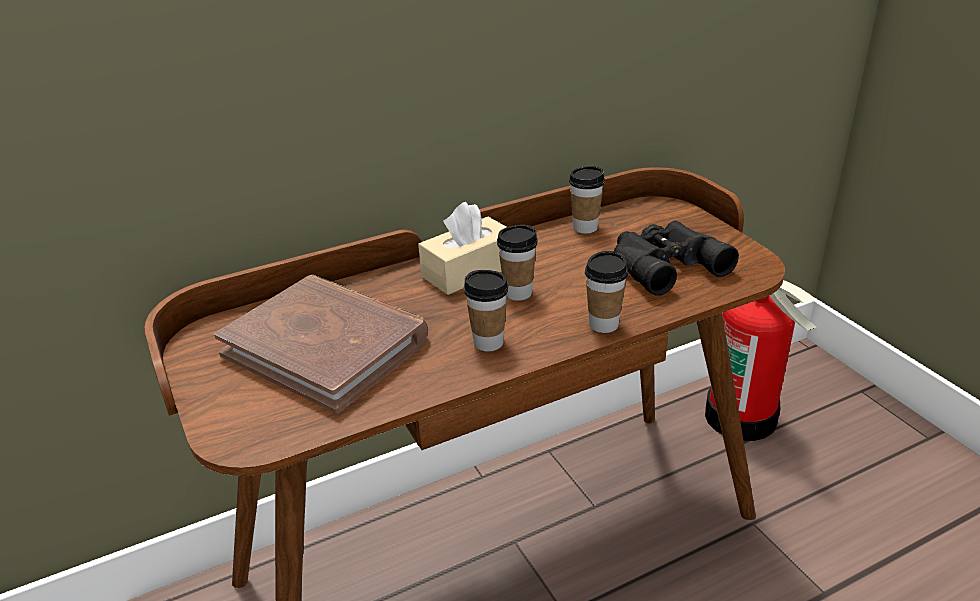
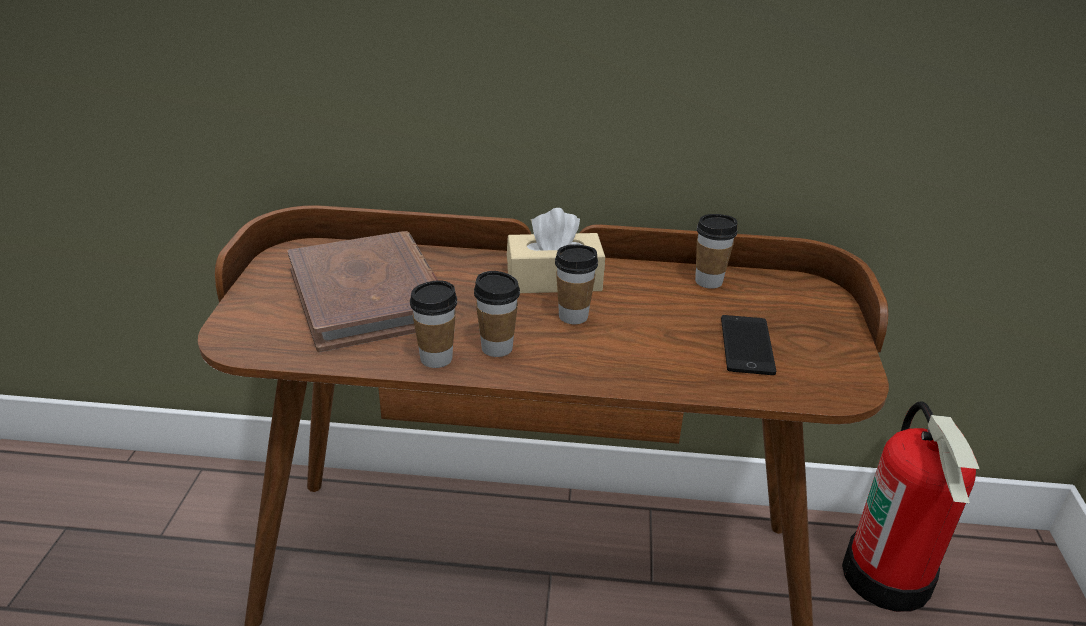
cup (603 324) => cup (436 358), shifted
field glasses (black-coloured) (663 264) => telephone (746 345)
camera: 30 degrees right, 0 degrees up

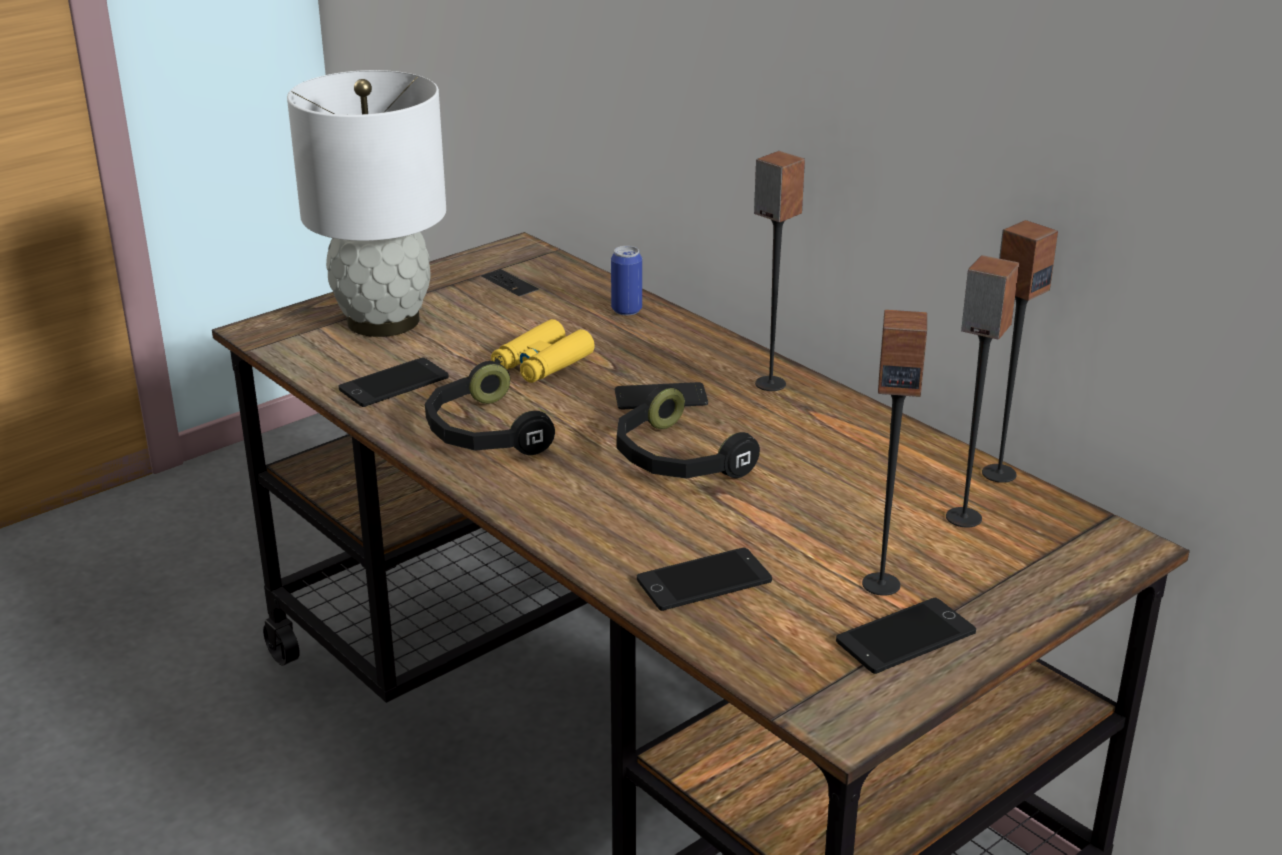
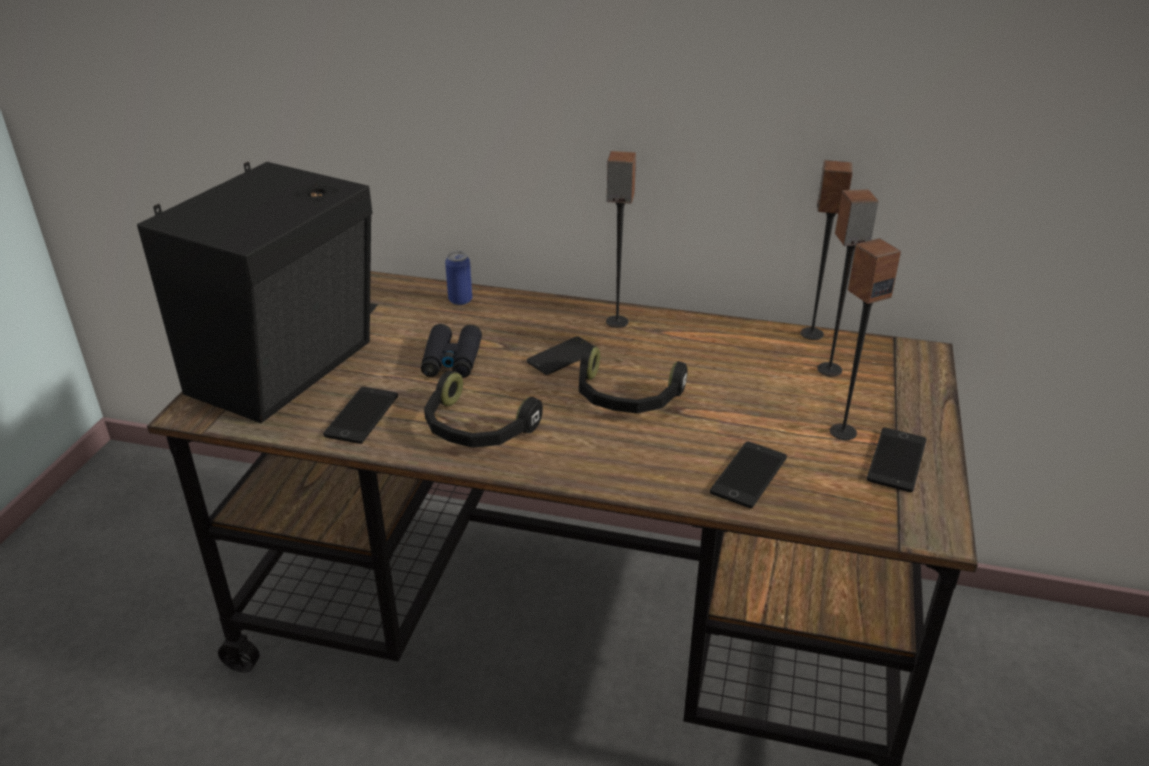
tabletop lamp (white-coloured) (383 321) => speaker (black-coloured) (290 368)
field glasses (yellowish) (542 363) => field glasses (black-coloured) (452 360)
camera: 35 degrees left, 5 degrees up

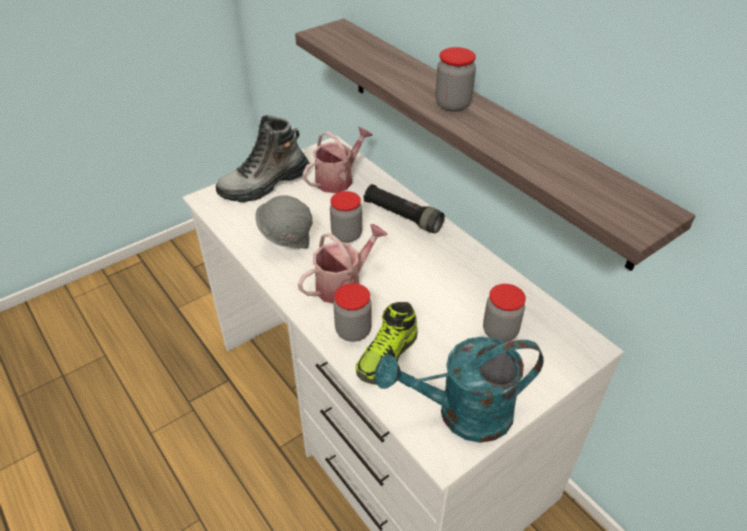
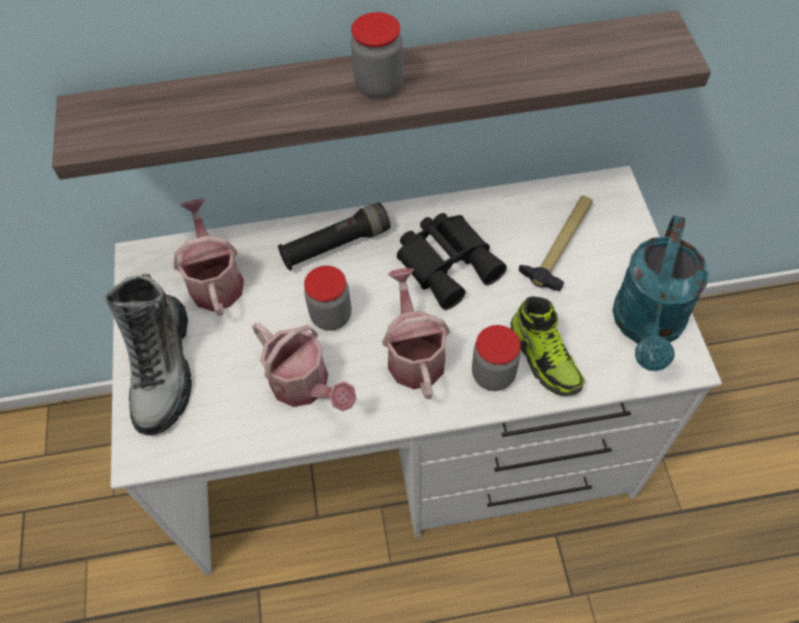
work helmet (grey) (288 243) => watering can (306 386)
nothing => field glasses (black-coloured) (449 262)
preserve jar (500 331) => hand hammer (561 244)
camera: 60 degrees left, 15 degrees up

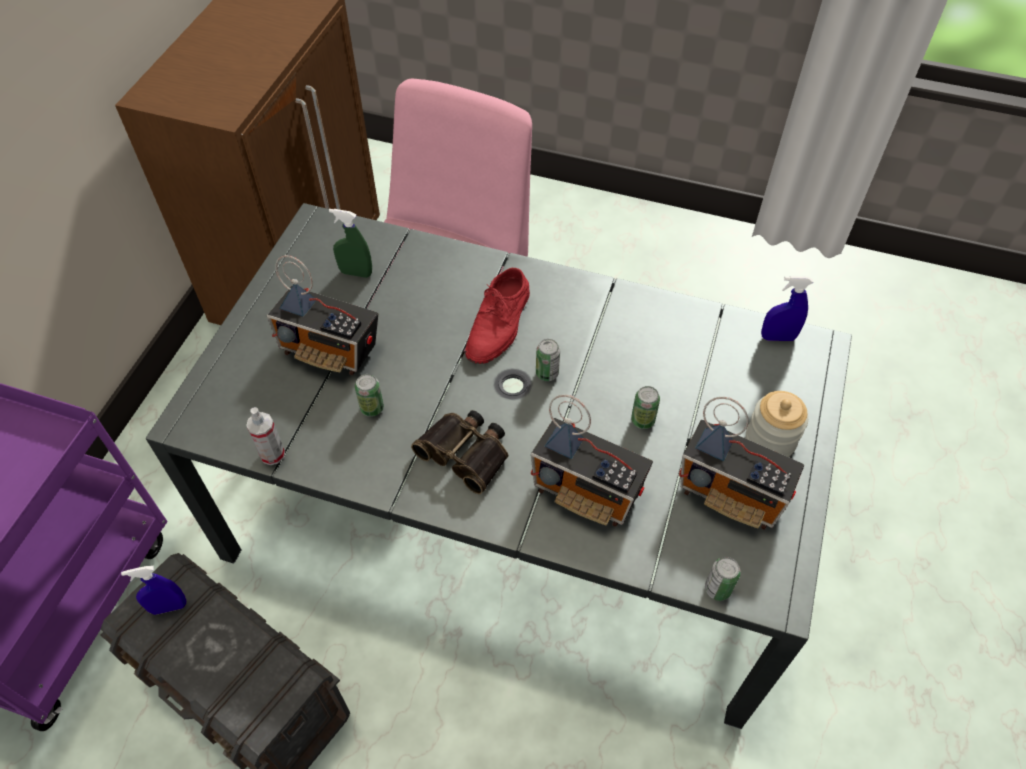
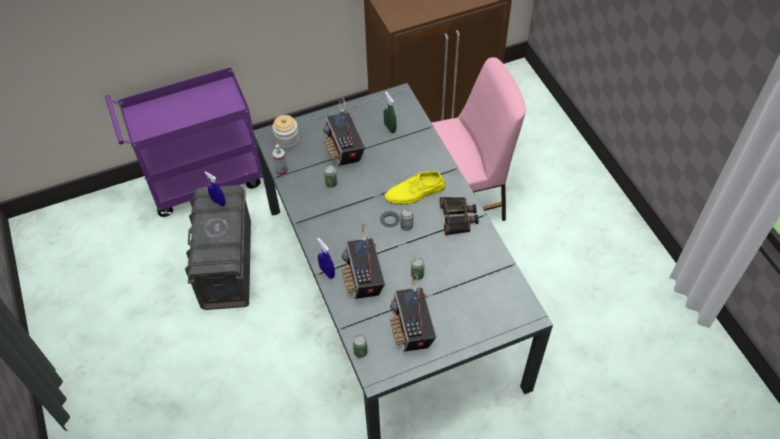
preserve jar (770 440) => preserve jar (287 140), shifted
hand sprayer (bluish) (778 337) => hand sprayer (bluish) (327 272), shifted
low shoe (red) (499 324) => low shoe (yellowish) (415 193)
field glasses (466 452) => field glasses (458 218), shifted
camera: 50 degrees right, 0 degrees up

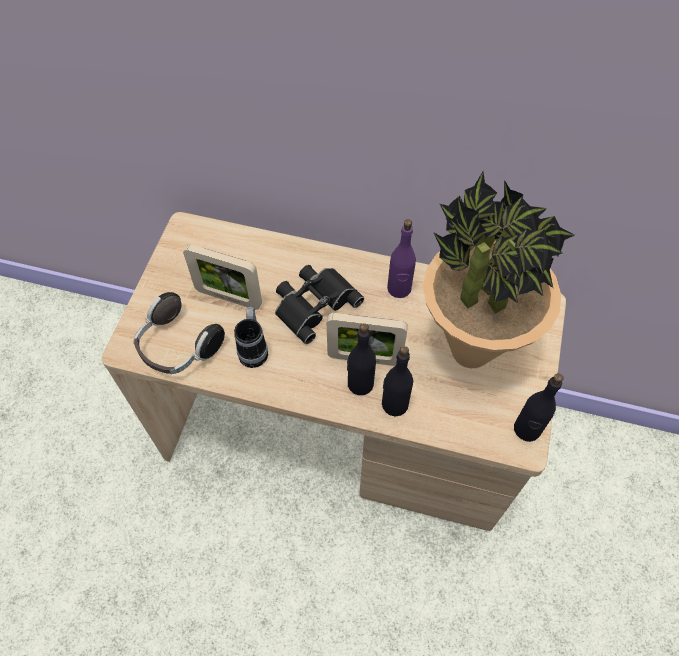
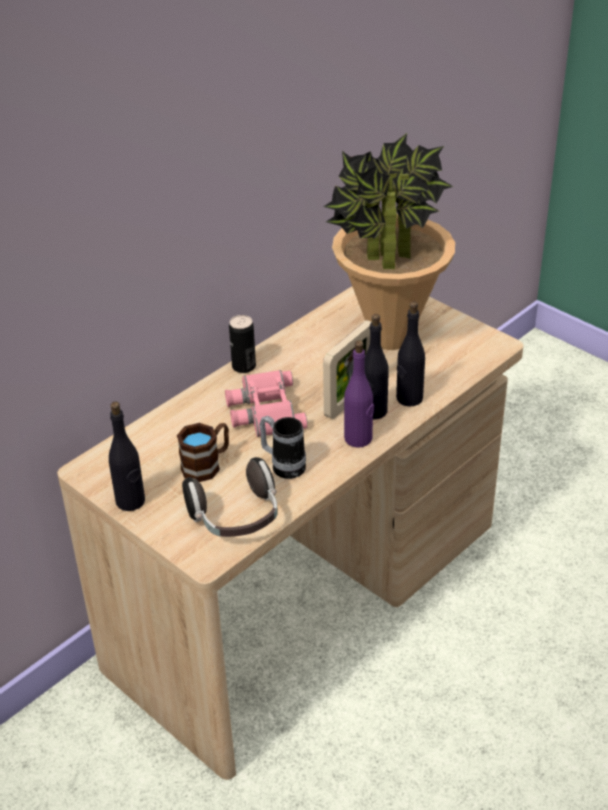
bottle (black-coloured) (527 429) => bottle (black-coloured) (130 501), shifted
picture frame (229 298) => mug (brown) (207 464)
field glasses (black-coloured) (314 303) => field glasses (pink) (263 410)
nothing => can (244 366)
bottle (purple-coloured) (399 288) => bottle (purple-coloured) (358 439), shifted
camera: 60 degrees left, 20 degrees down

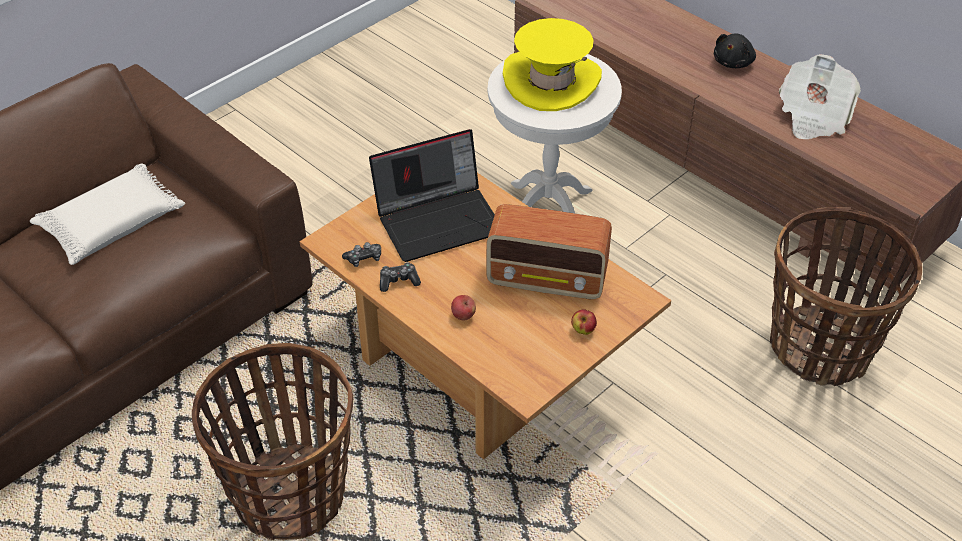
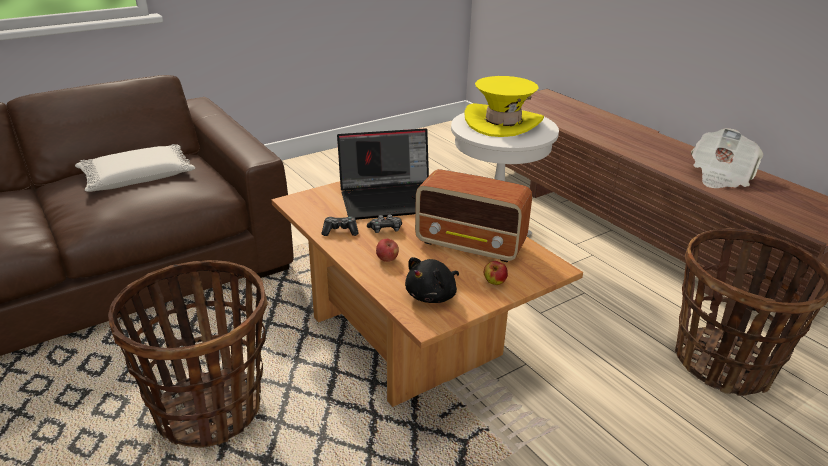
gamepad (364 258) => gamepad (385 229), shifted
cuddly toy (black-coloured) (733 62) => cuddly toy (black-coloured) (433 296), shifted
camera: 10 degrees right, 15 degrees down

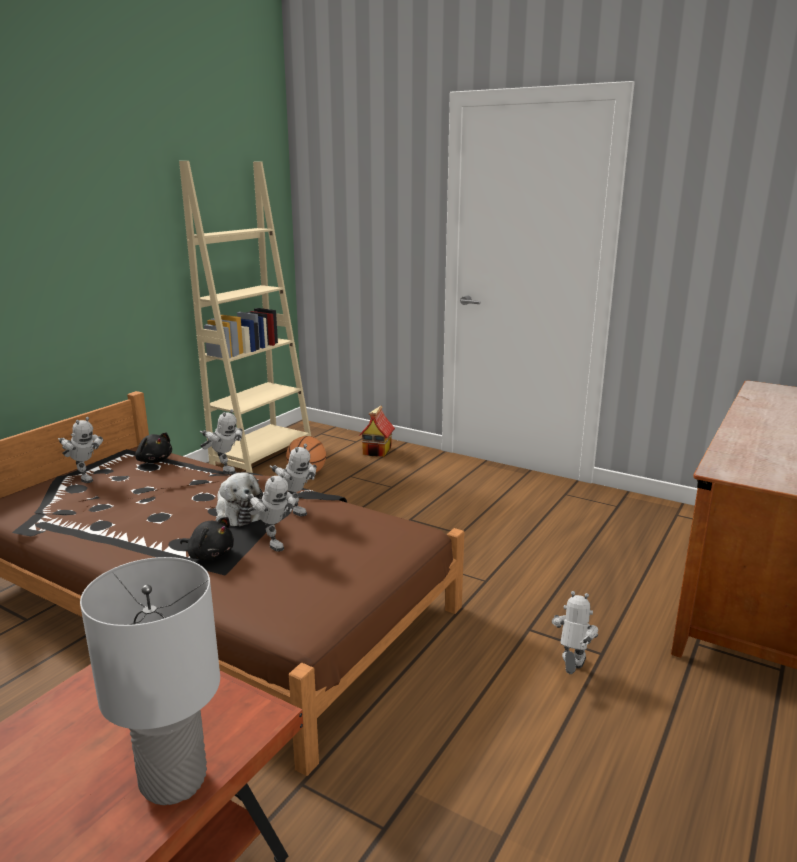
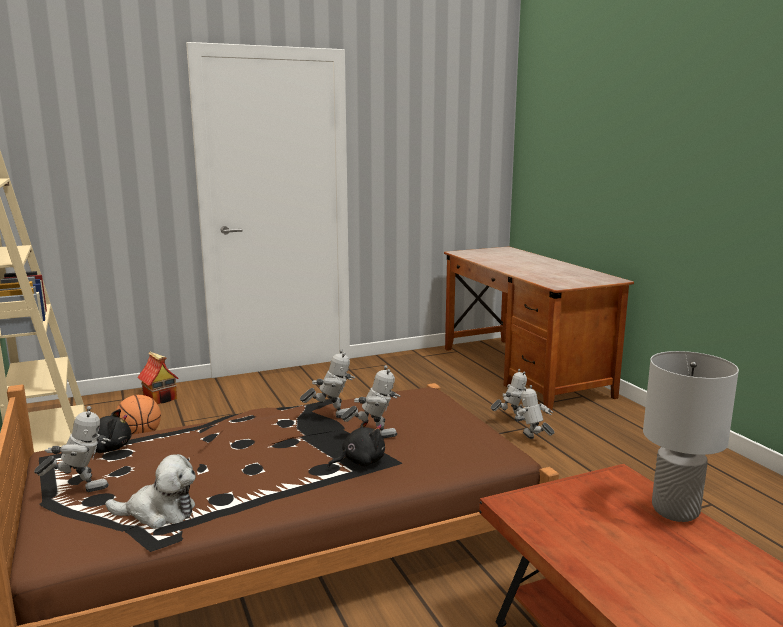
cuddly toy (236 514) => cuddly toy (159 513), shifted
toy robot (224 469) => toy robot (510 420), shifted
camera: 55 degrees left, 5 degrees down

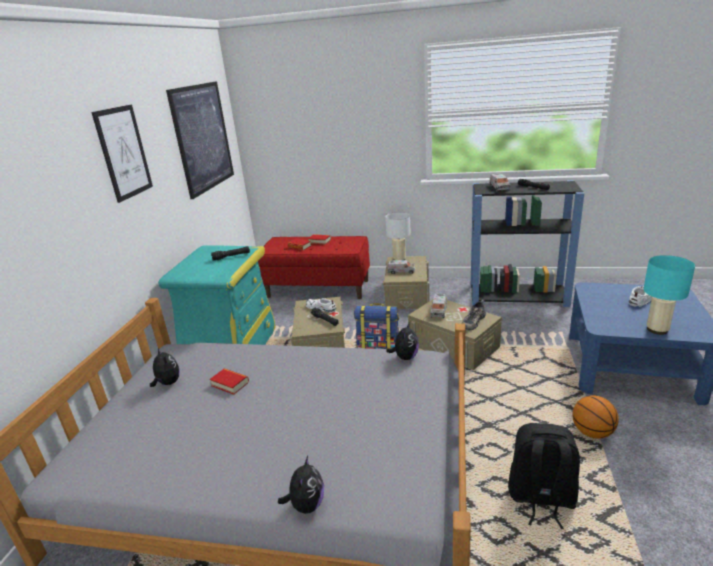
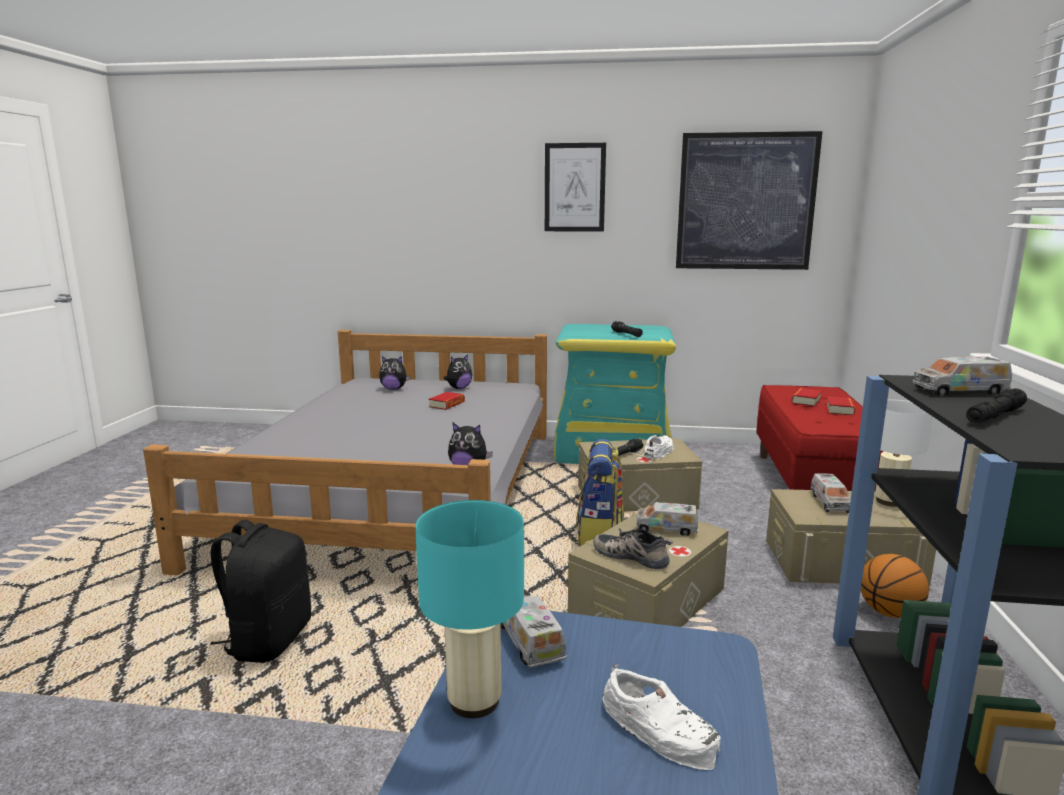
cuddly toy (306 505) => cuddly toy (394 389), shifted
nothing => toy lorry (529 641)
basketball ball (592 432) => basketball ball (889 612), shifted
camera: 85 degrees right, 10 degrees down

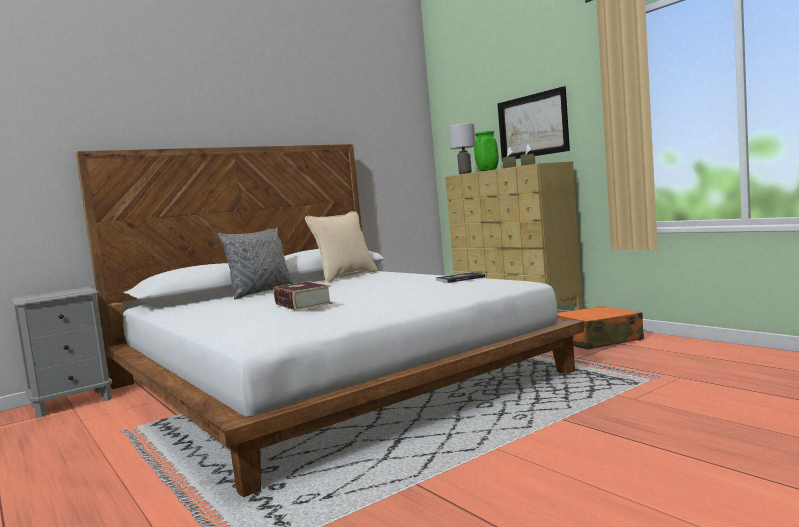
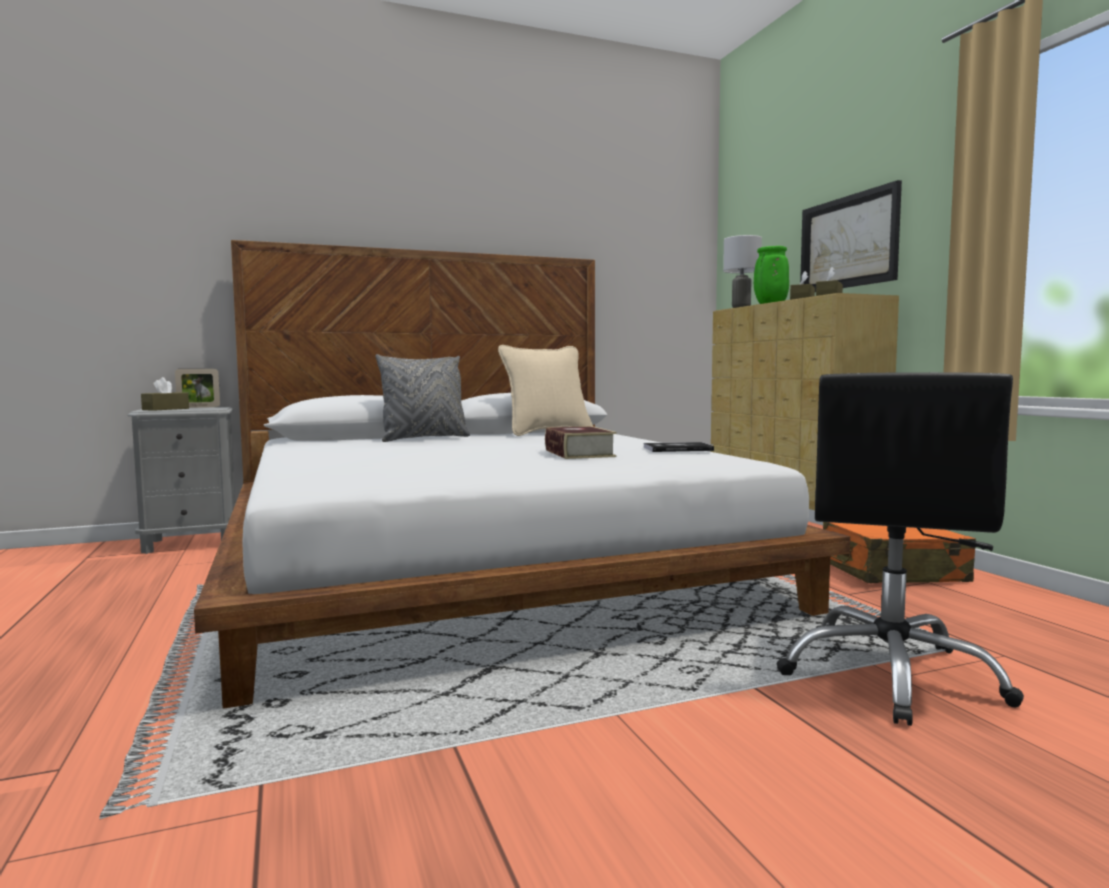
nothing => box of tissues (brown) (165 409)
nothing => picture frame (199 407)
book (303 304) => book (579 453), shifted
nothing => computer chair (black-coloured) (891 675)
camera: 15 degrees right, 0 degrees up

